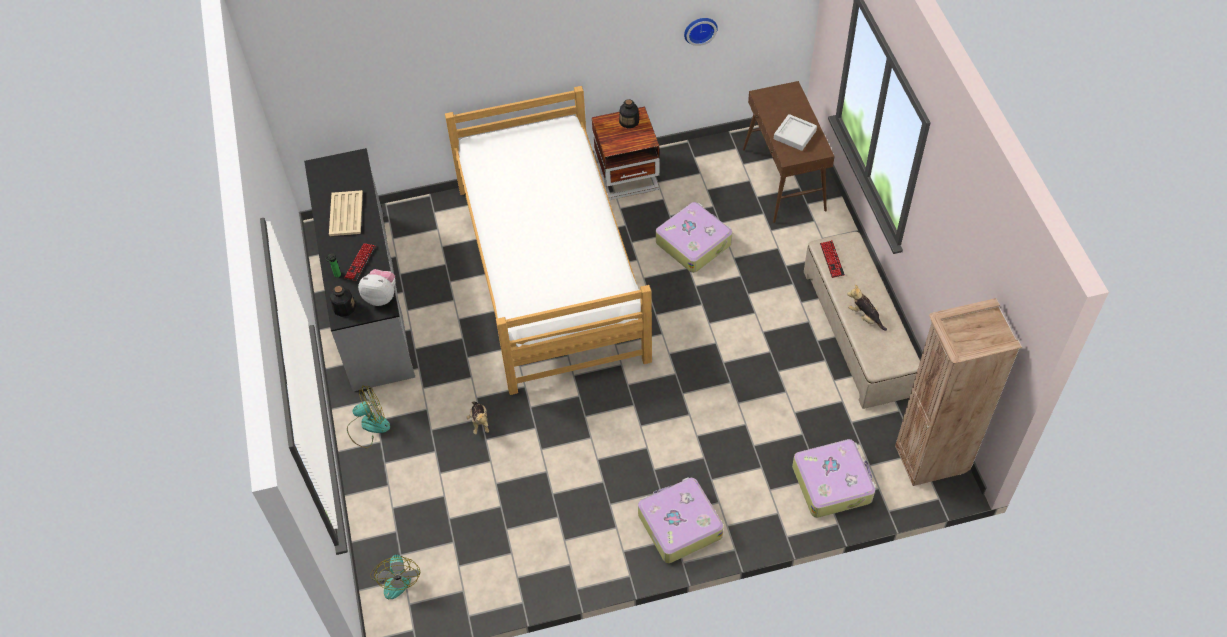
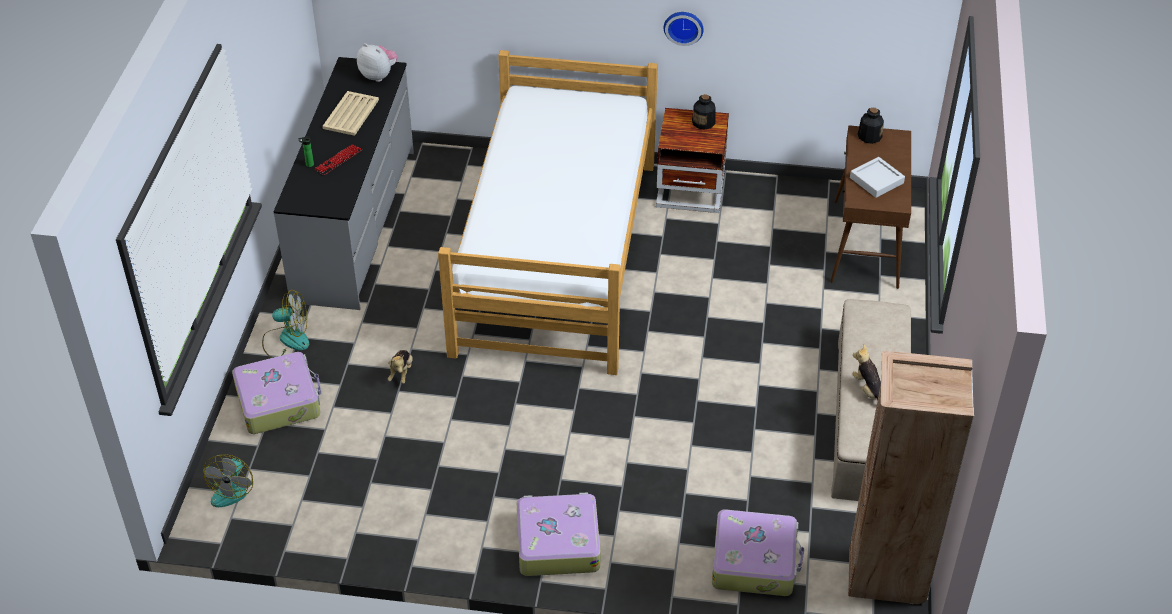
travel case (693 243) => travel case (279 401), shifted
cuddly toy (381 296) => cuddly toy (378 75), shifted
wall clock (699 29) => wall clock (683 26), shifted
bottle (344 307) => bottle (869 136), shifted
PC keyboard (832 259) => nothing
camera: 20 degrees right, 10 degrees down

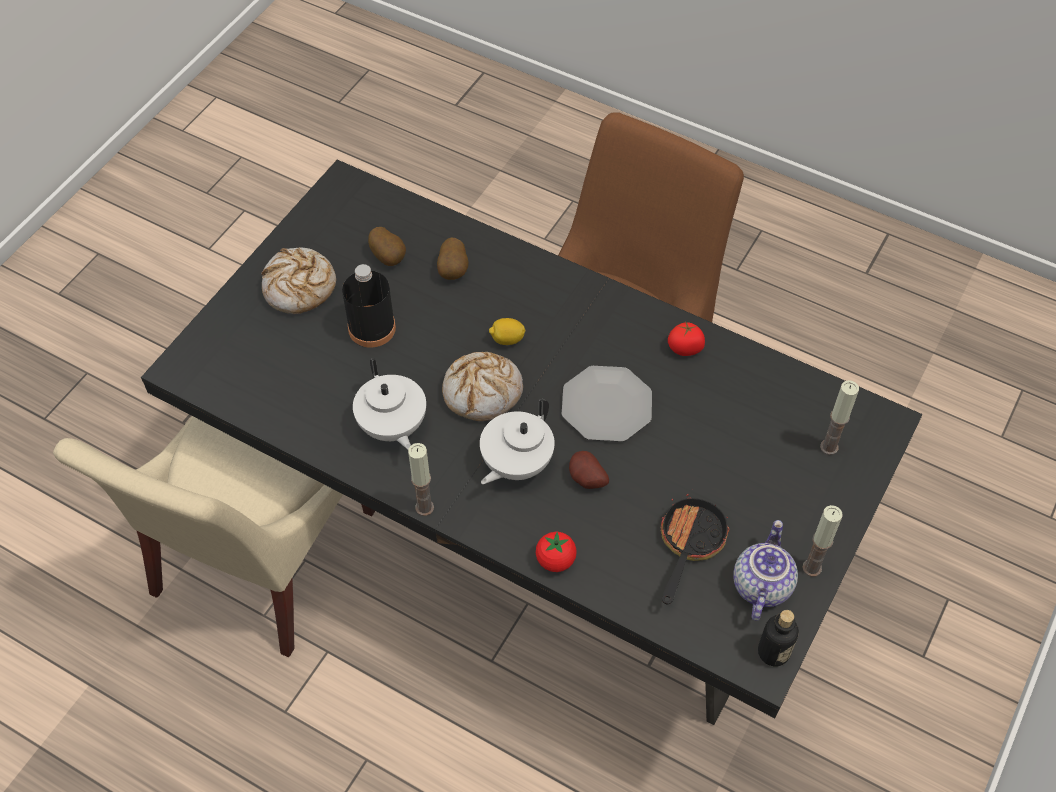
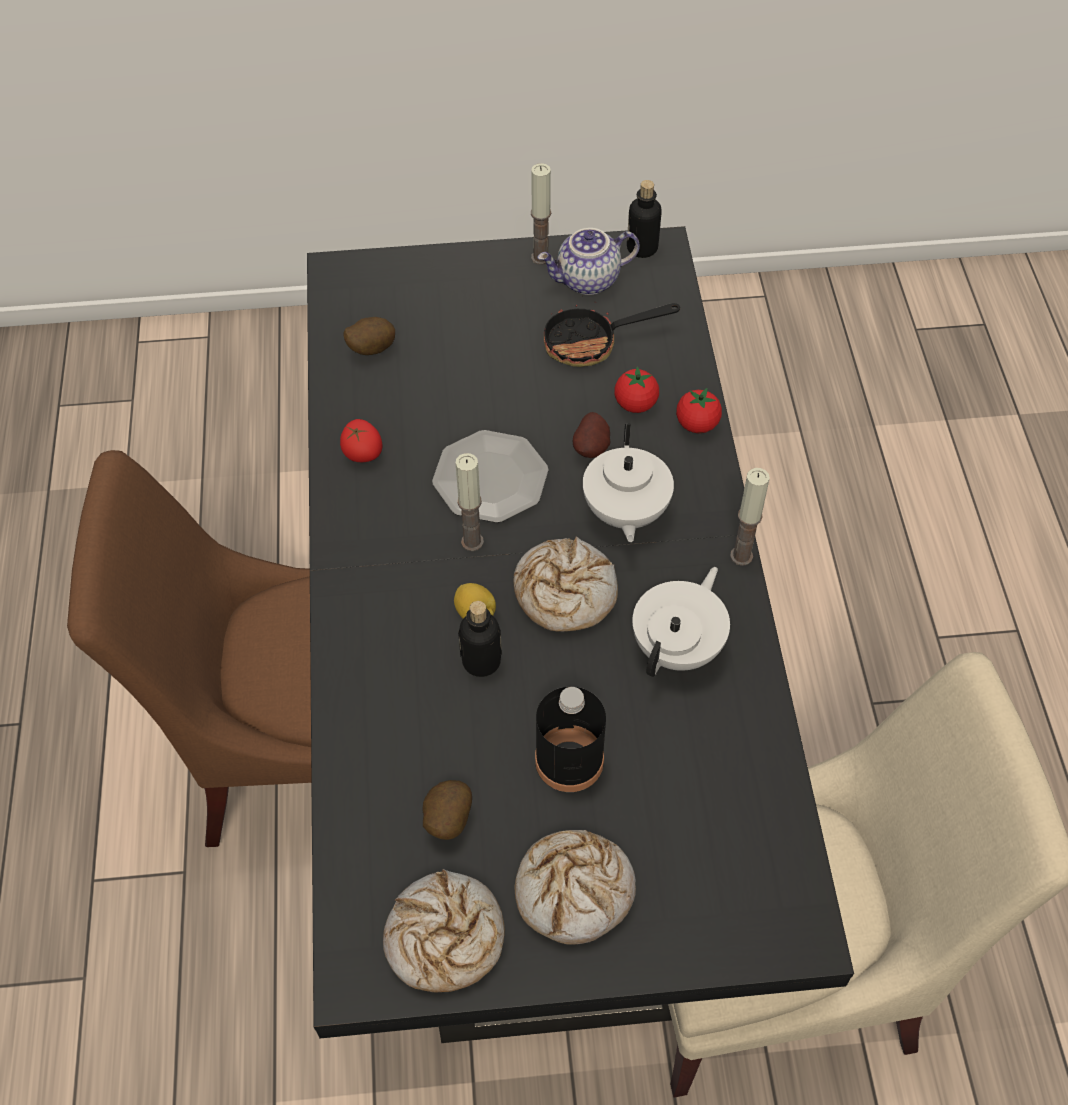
spud (454 271) => spud (370 349), shifted
nothing => baked bread (444 938)
wax candle (829 447) => wax candle (472 541), shifted
nothing => bottle (481 661)
tea pot (white-coloured) (515 463) => tea pot (white-coloured) (624 512), 90 degrees clockwise
nothing => fresh tomato (635 404)
camera: 125 degrees left, 0 degrees up

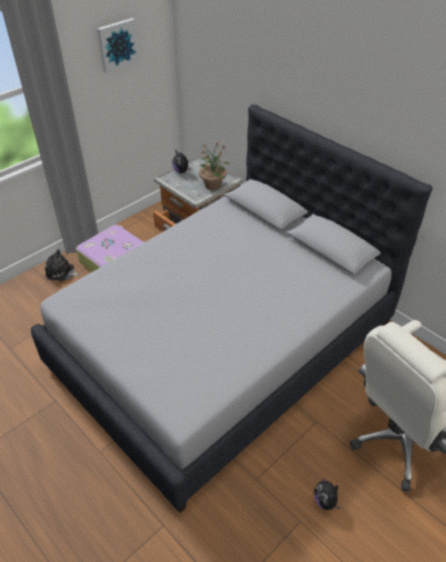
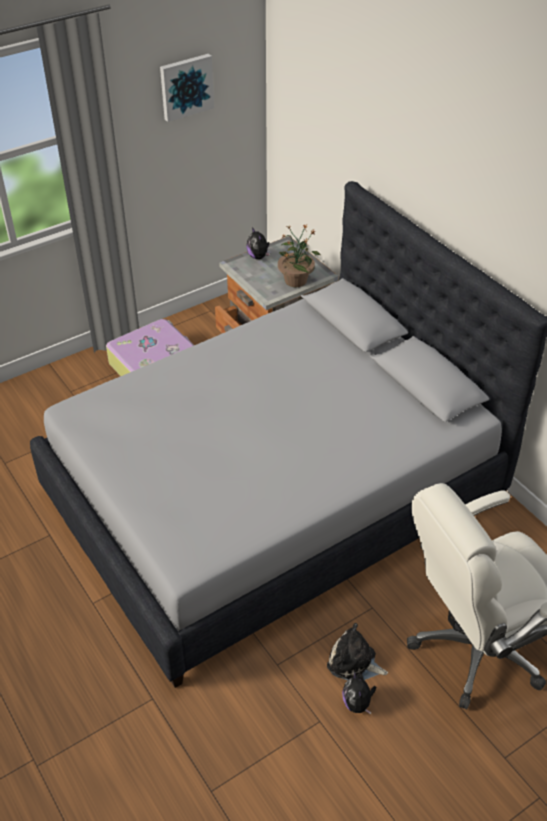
cuddly toy (61 272) => cuddly toy (354 662), shifted
camera: 10 degrees right, 0 degrees up

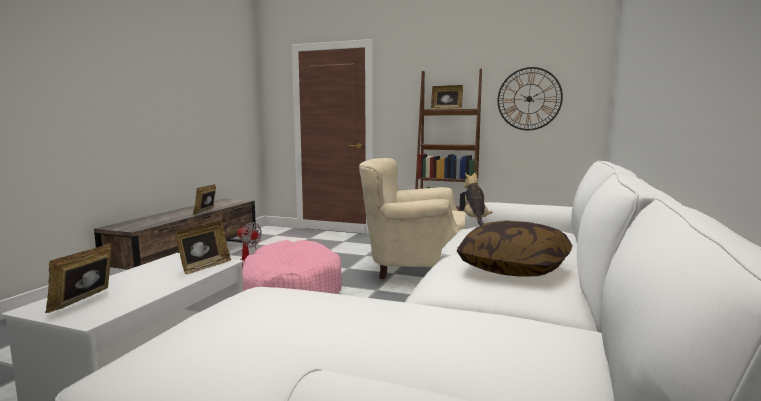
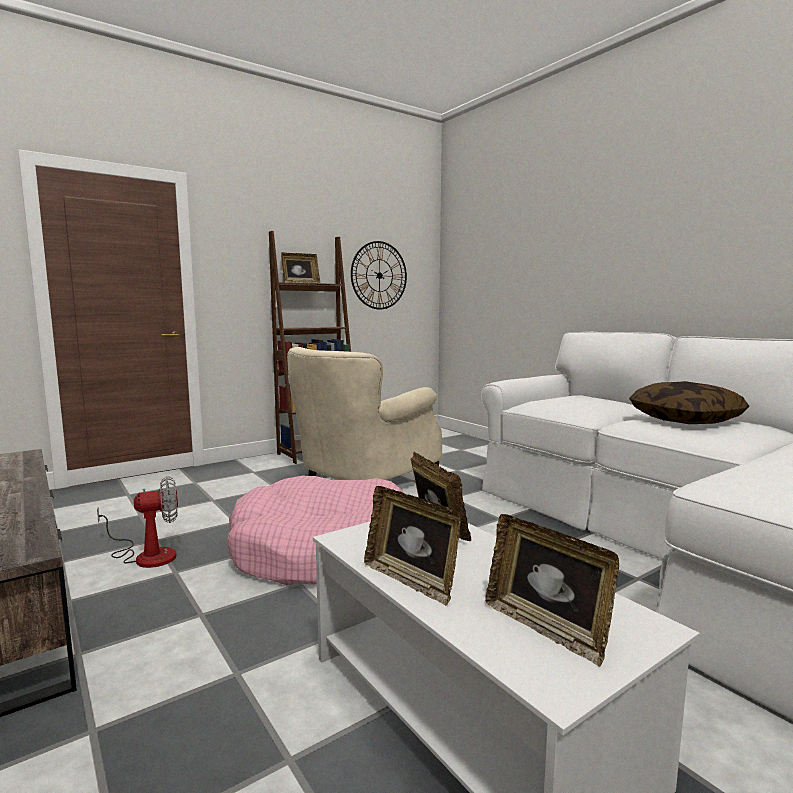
picture frame (206 211) => picture frame (411 580), shifted
cuddly toy (475 221) => nothing
camera: 55 degrees left, 0 degrees up

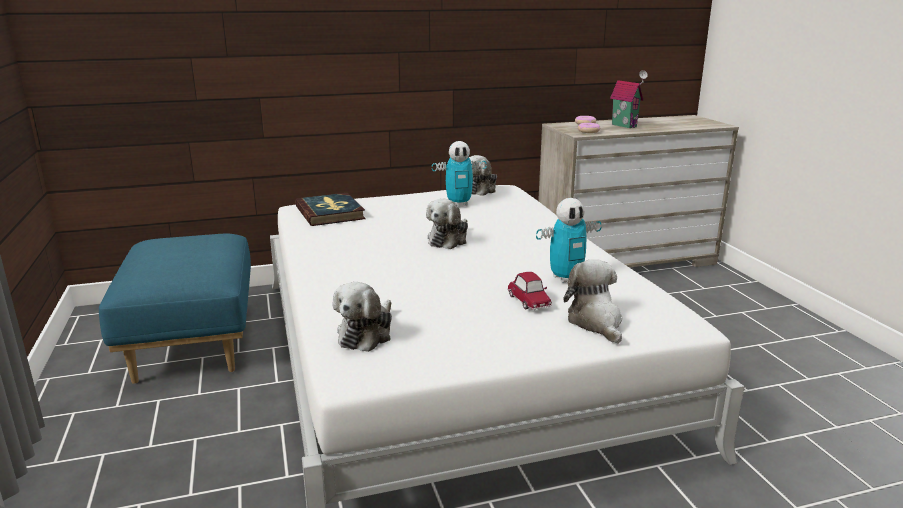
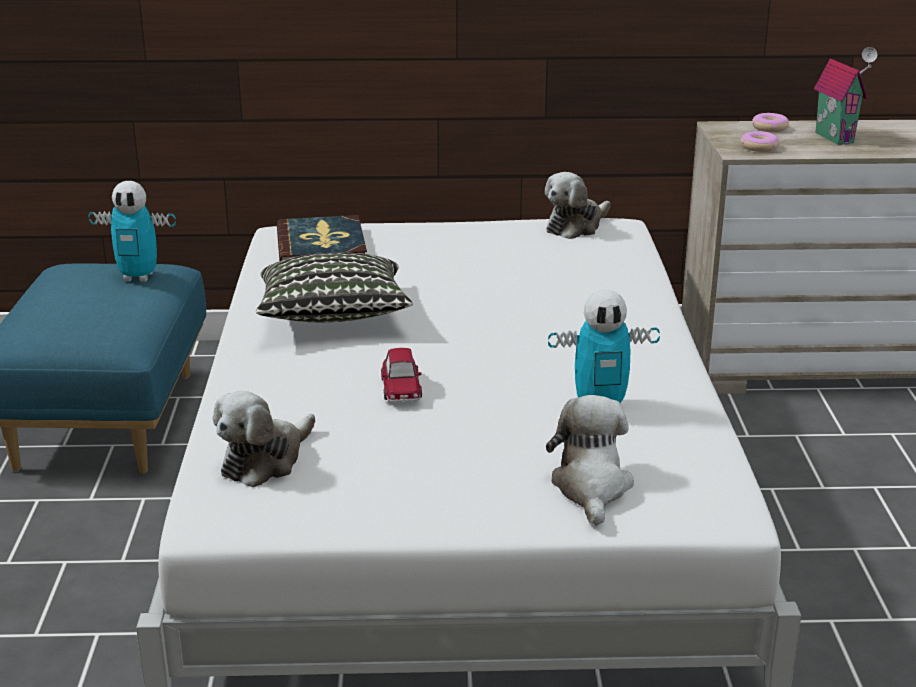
toy robot (459 204) => toy robot (138 277), shifted
nothing => pillow (333 317)
model car (529 301) => model car (401 388), shifted
cuddly toy (449 239) => nothing
camera: 15 degrees right, 5 degrees up

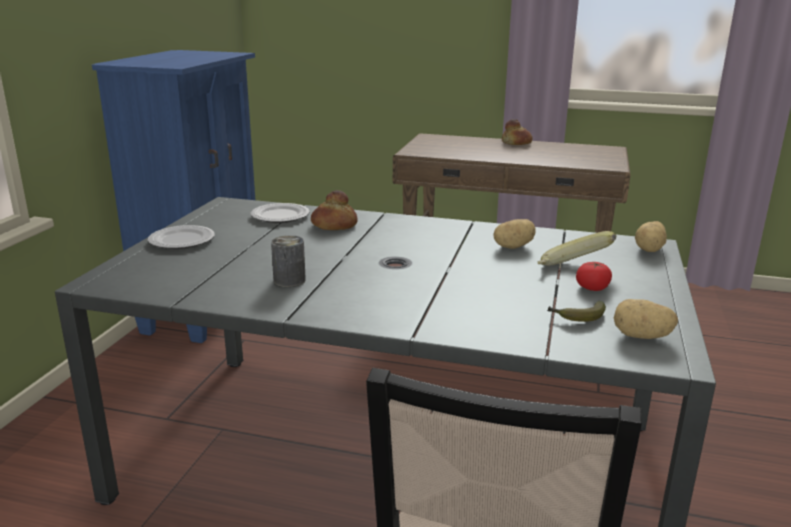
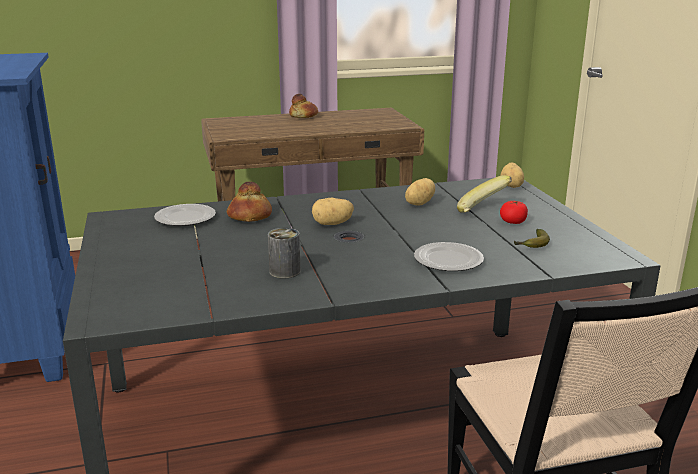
spud (641 337) => spud (332 224), shifted
plate (182 241) => plate (449 260), shifted
camera: 30 degrees left, 0 degrees up

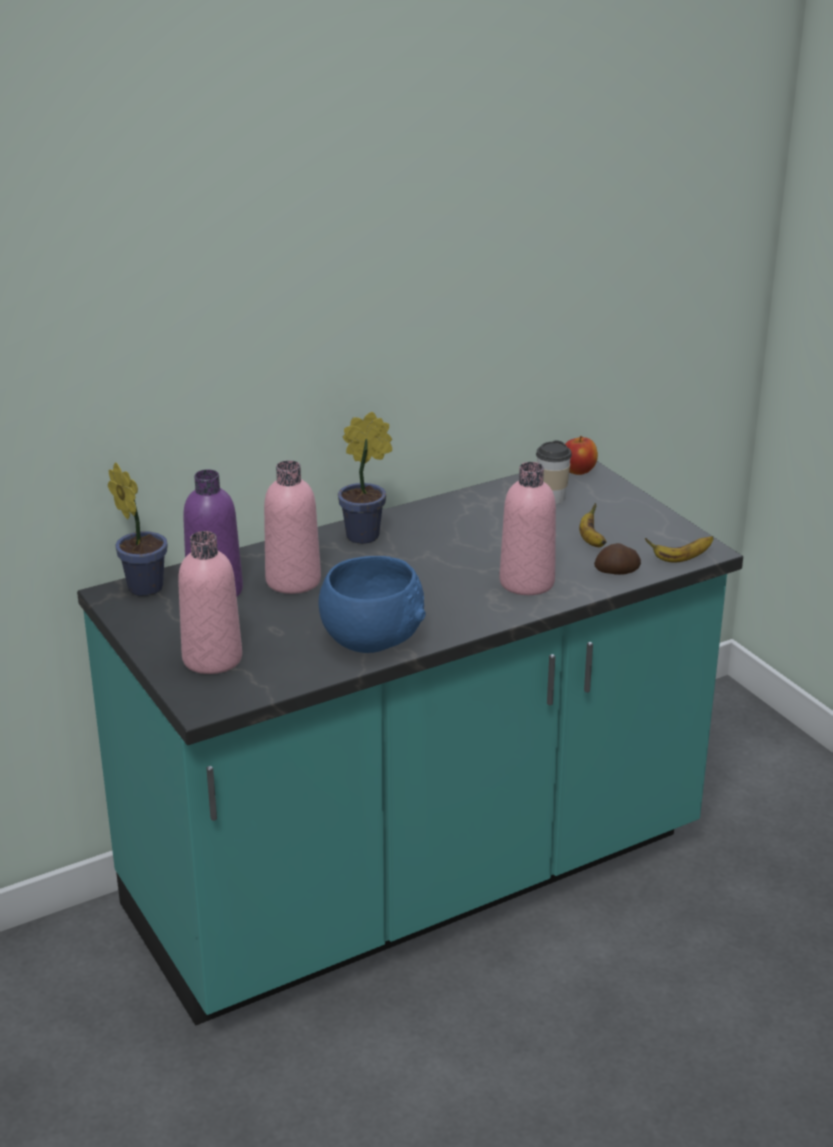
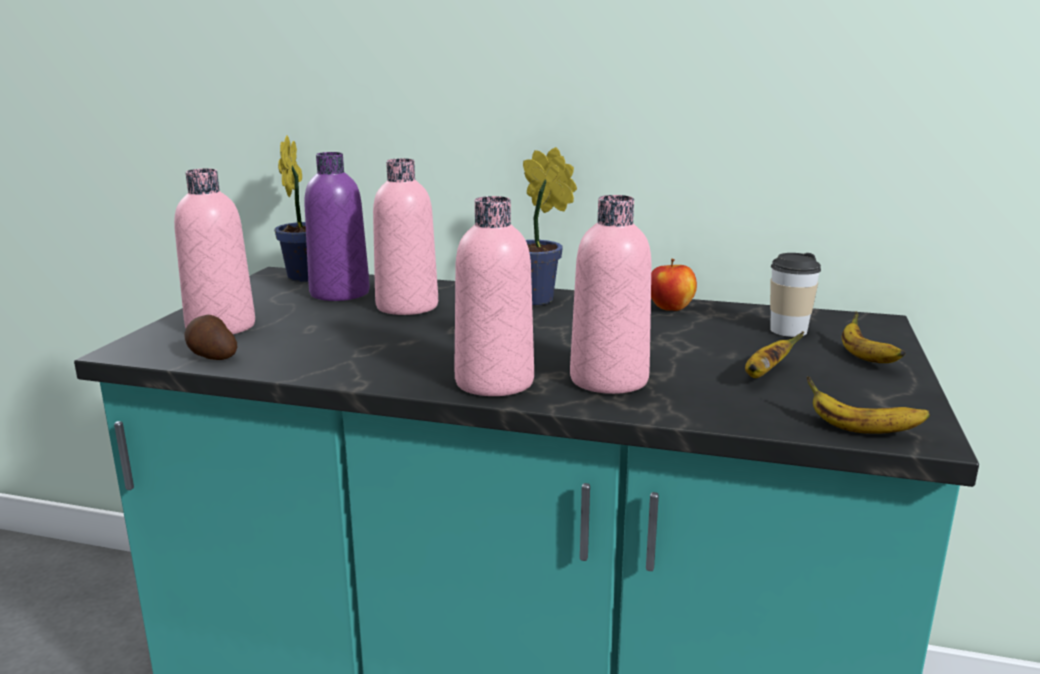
spud (617 572) => spud (211 356), shifted
nothing => bottle (pink) (494 382)
whole apple (578 471) => whole apple (671 308), shifted
nothing => whole banana (865 358)
bowl (bluish) (372 637) => nothing
camera: 45 degrees right, 10 degrees down

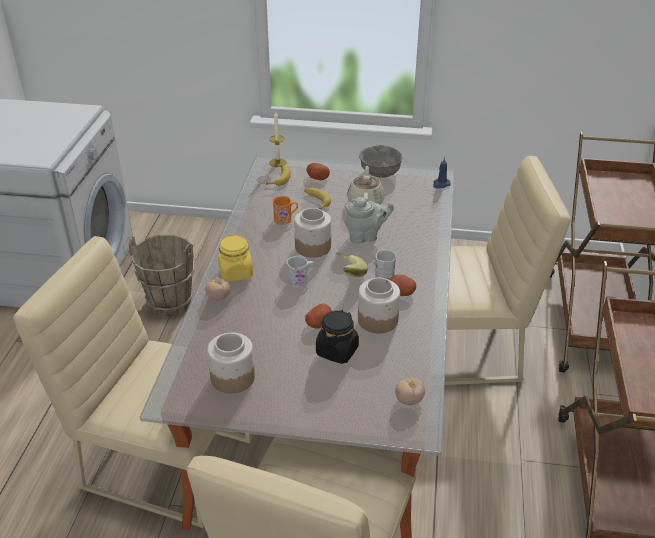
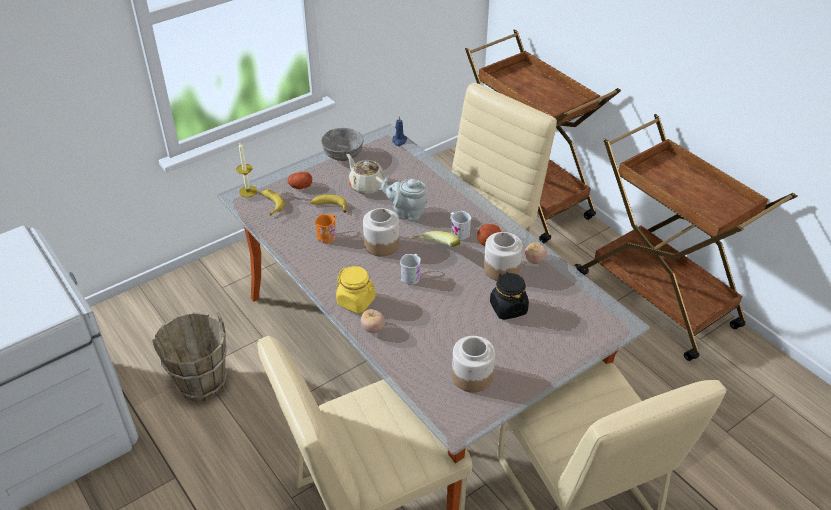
tea pot (grey) (366 236) => tea pot (grey) (406 213), 105 degrees counterclockwise
fresh tomato (409 400) => fresh tomato (534 260), shifted
spud (319 324) => nothing
camera: 45 degrees left, 5 degrees up

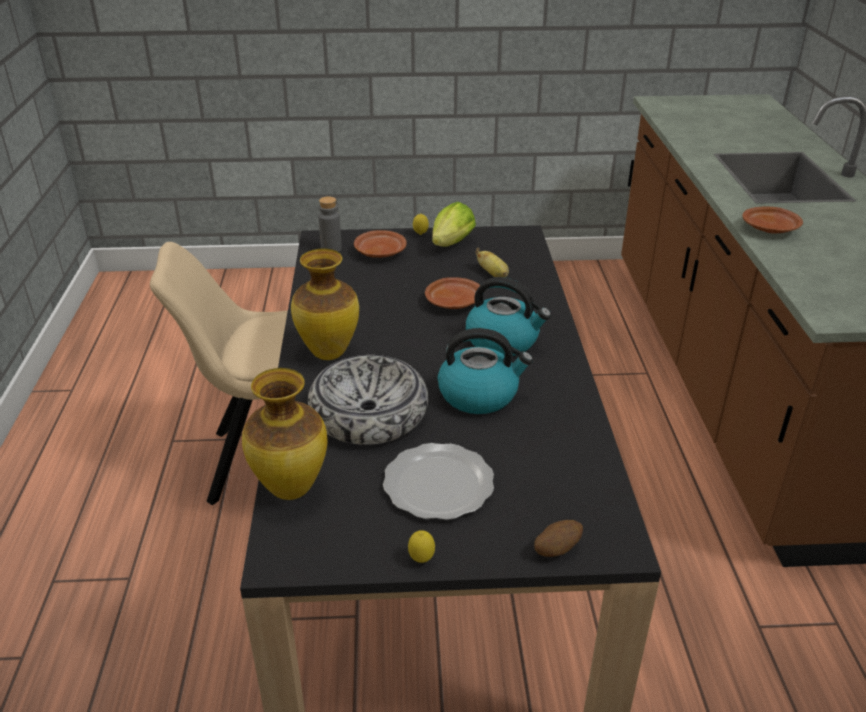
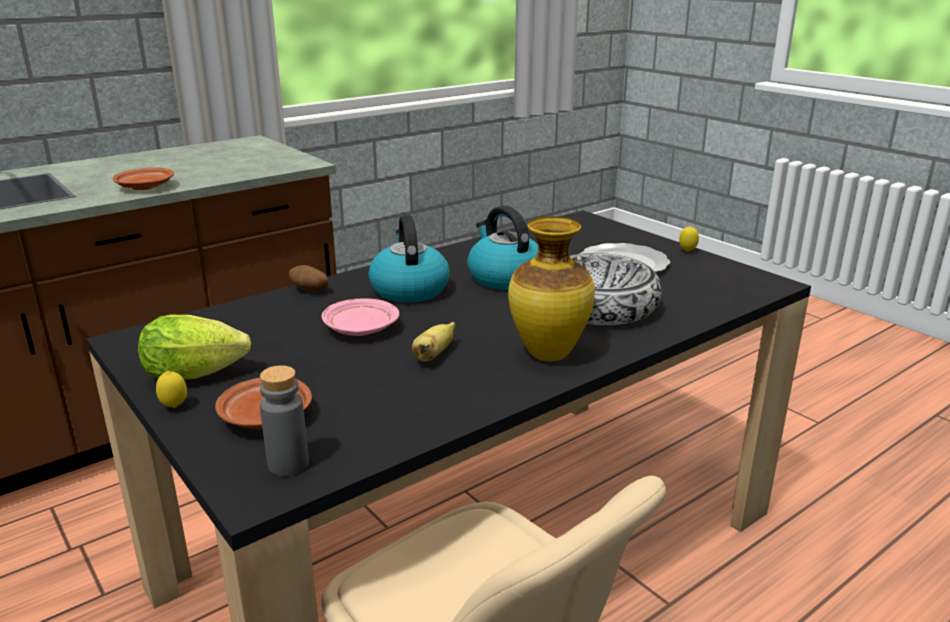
spud (556 549) => spud (309 291), shifted
plate (brown) (454 302) => plate (pink) (360 328)
whole banana (493 275) => whole banana (433 355), shifted
vase (290 490) => nothing
camera: 125 degrees left, 10 degrees down

